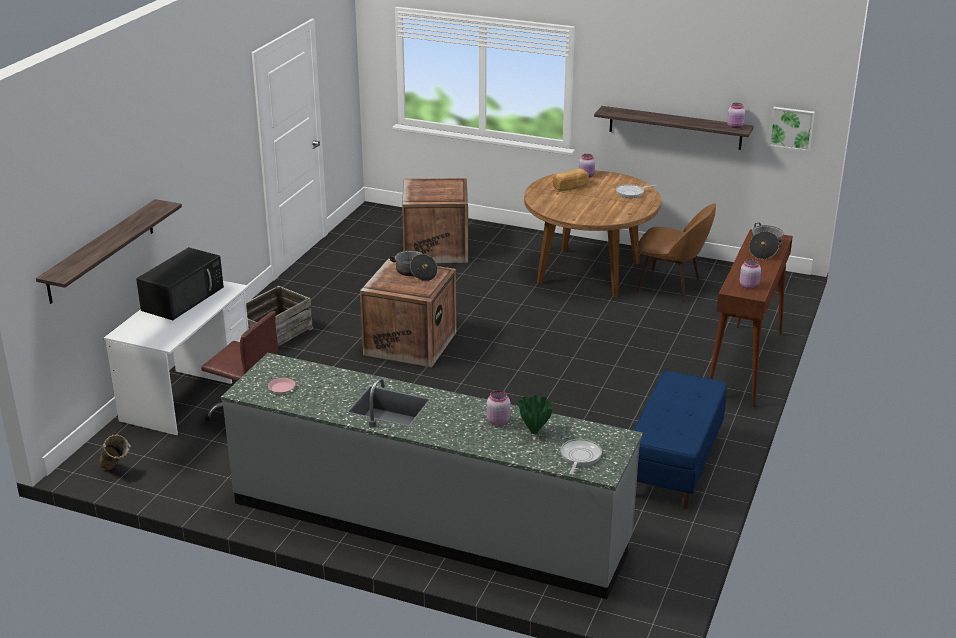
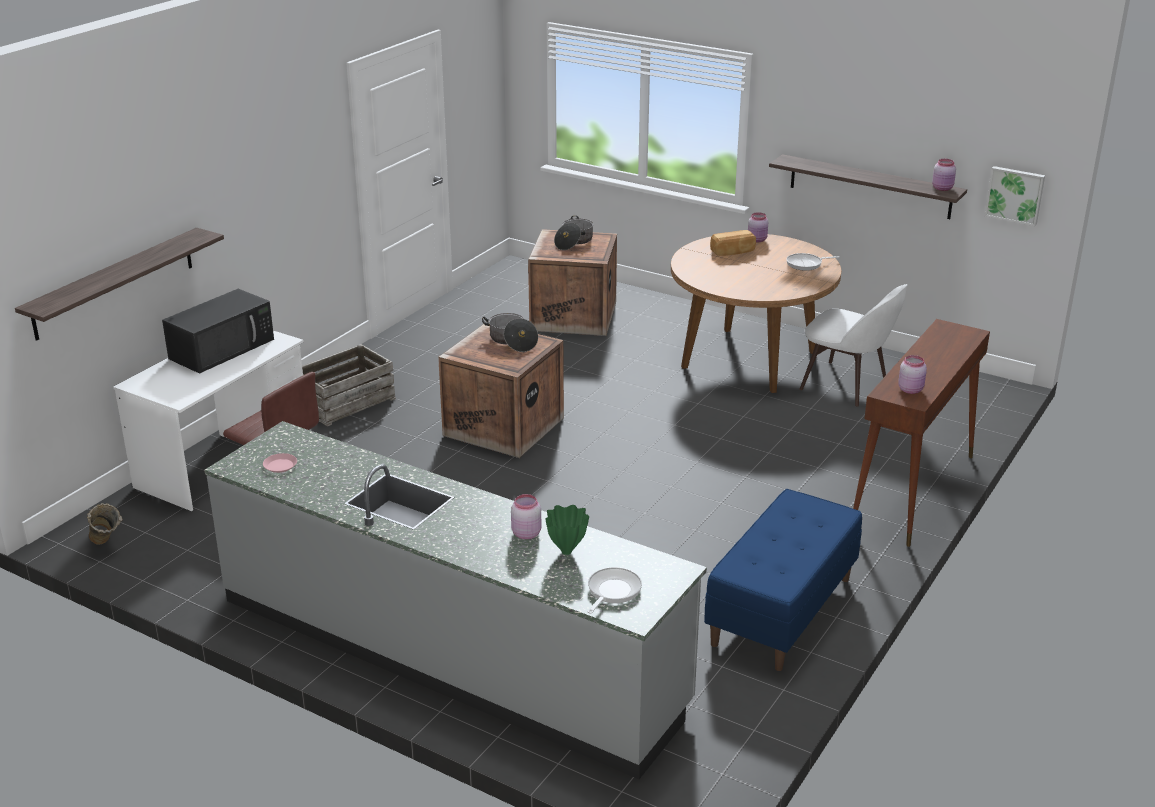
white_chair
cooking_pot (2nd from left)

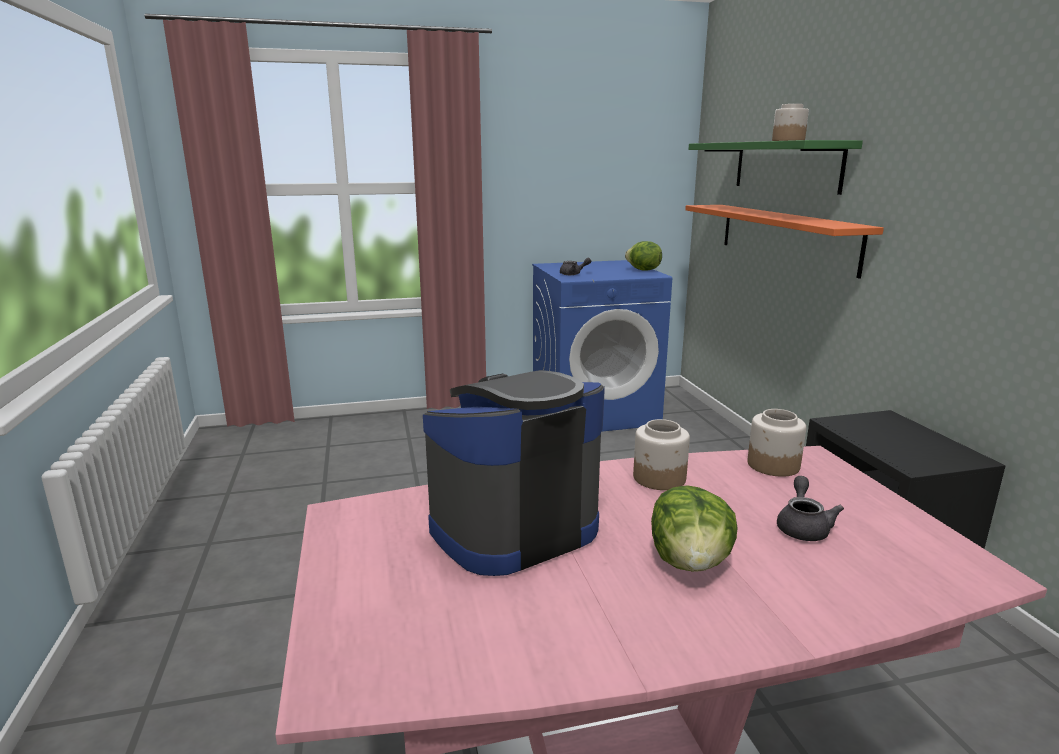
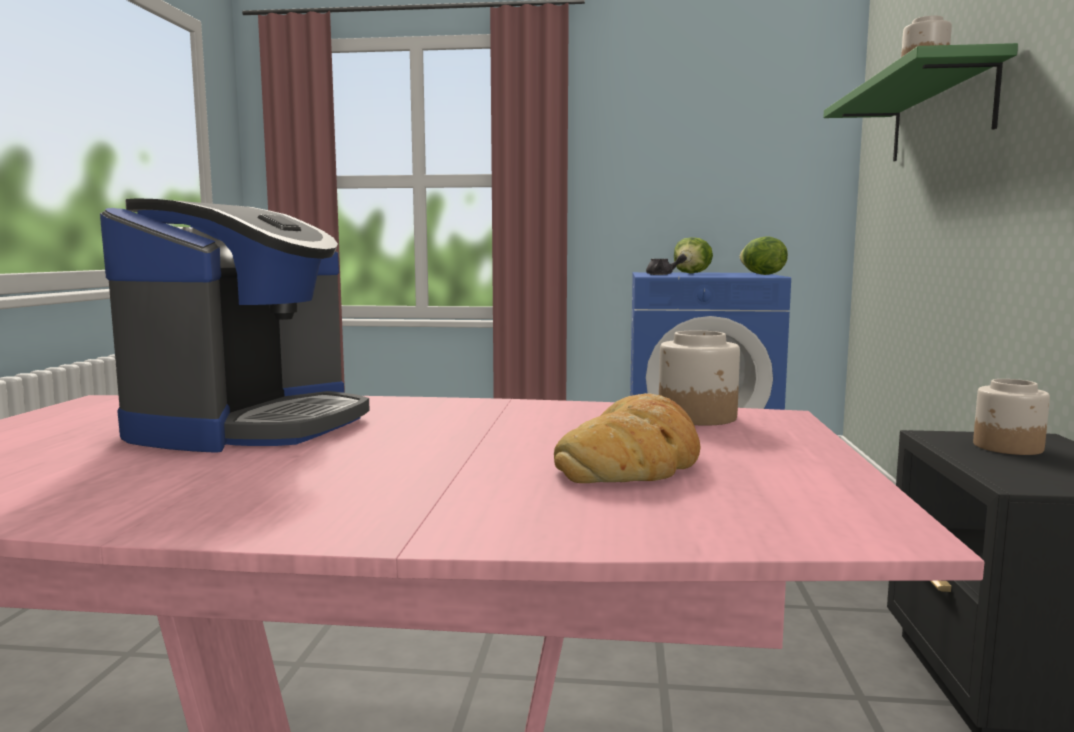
coffee_machine
jar (3rd from left)
lettuce (1st from left)
orange_shelf
bread

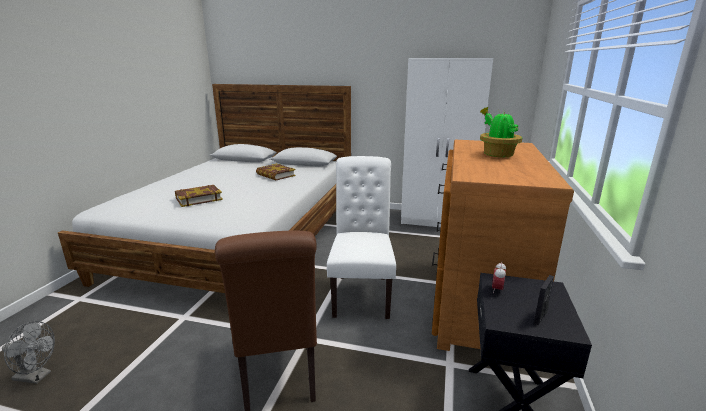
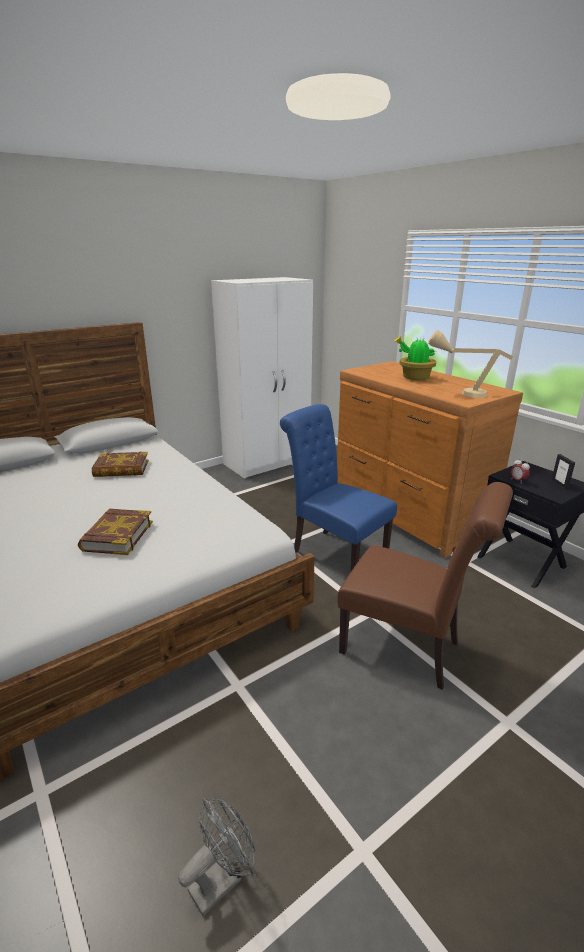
blue_chair
beige_table_lamp

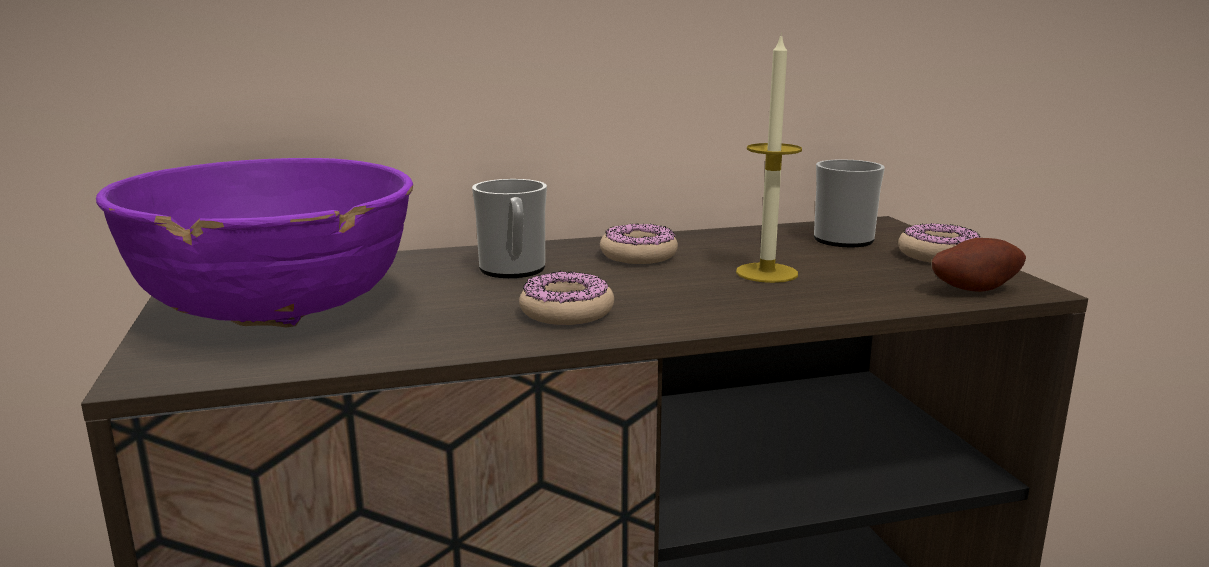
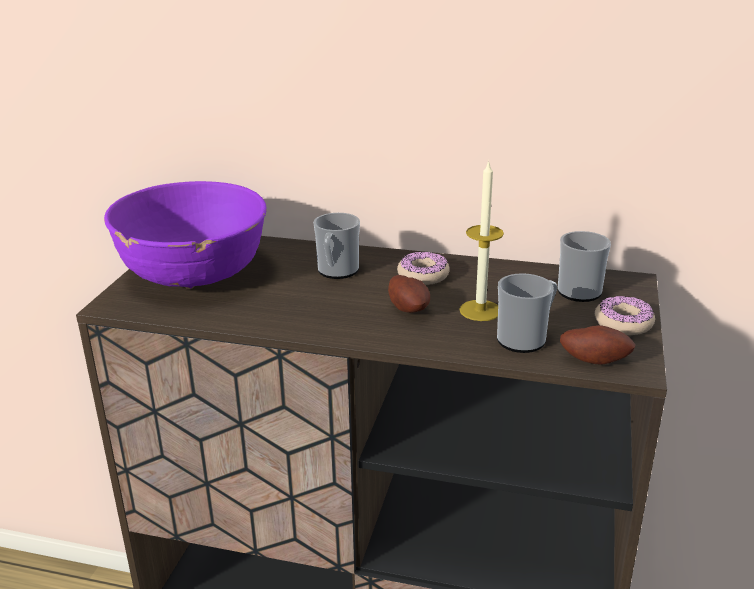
donut (1st from left in the first image)
potato (1st from left)
mug (2nd from left)

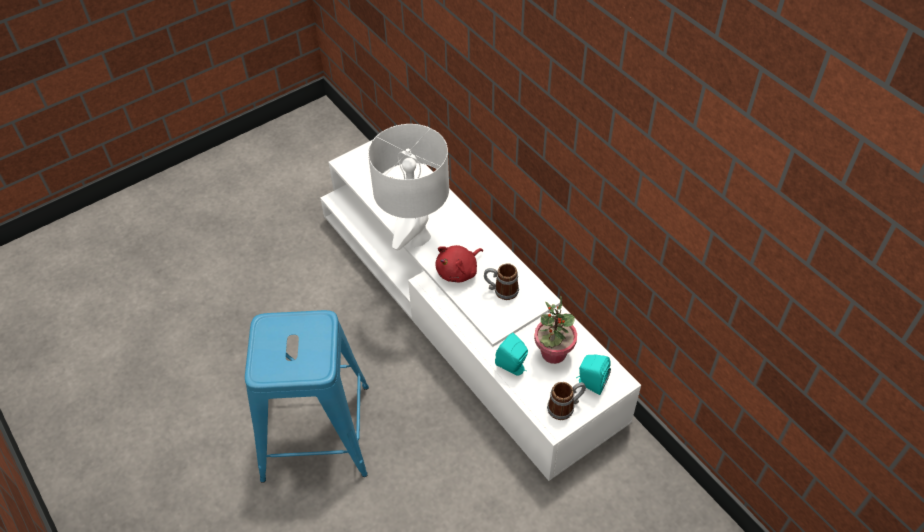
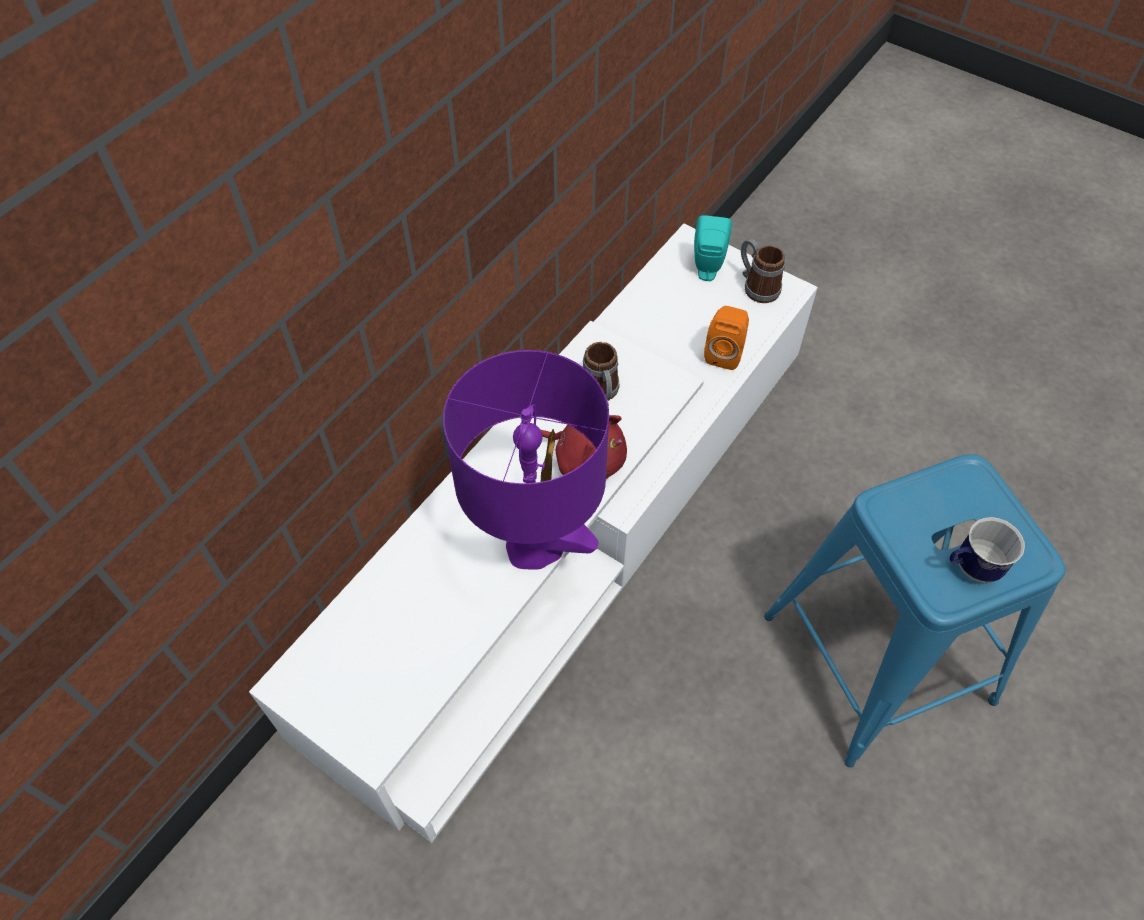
purple_table_lamp
orange_speaker
potted_plant
mug (3rd from left)

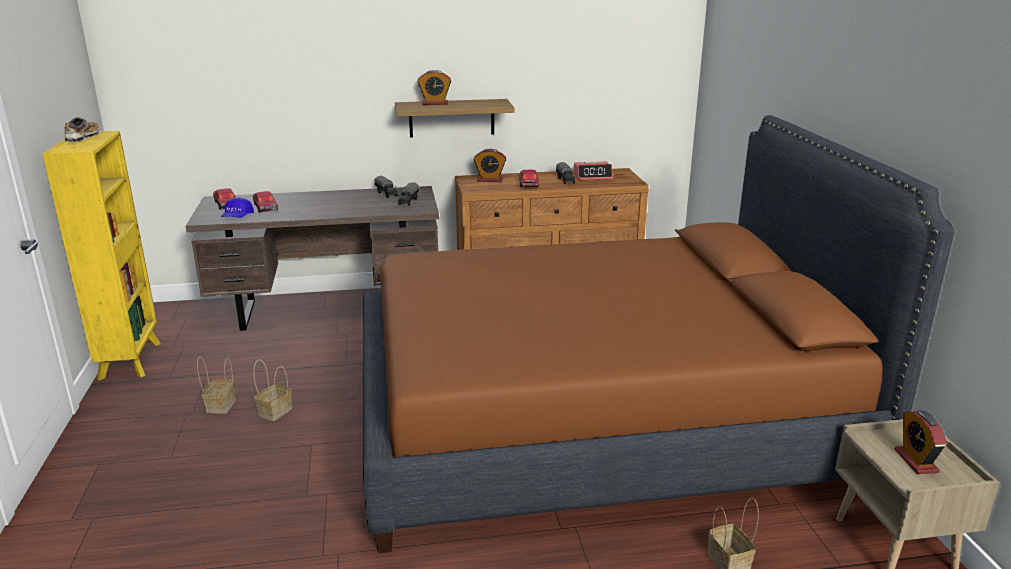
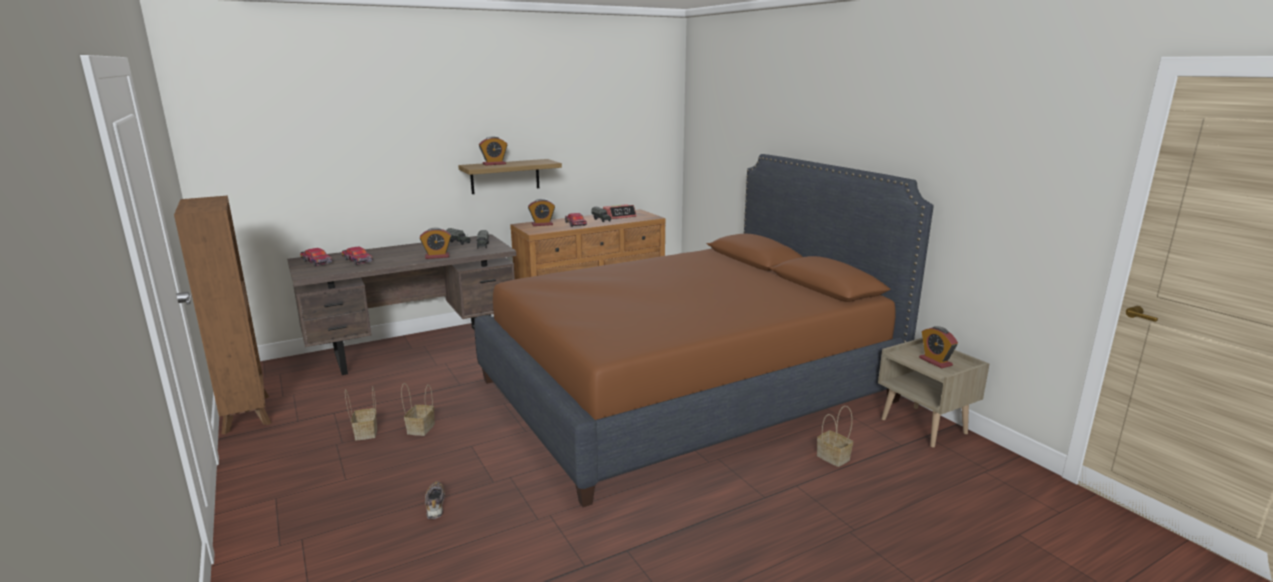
brown_bookcase
shoe
blue_cap
alarm_clock (1st from left)

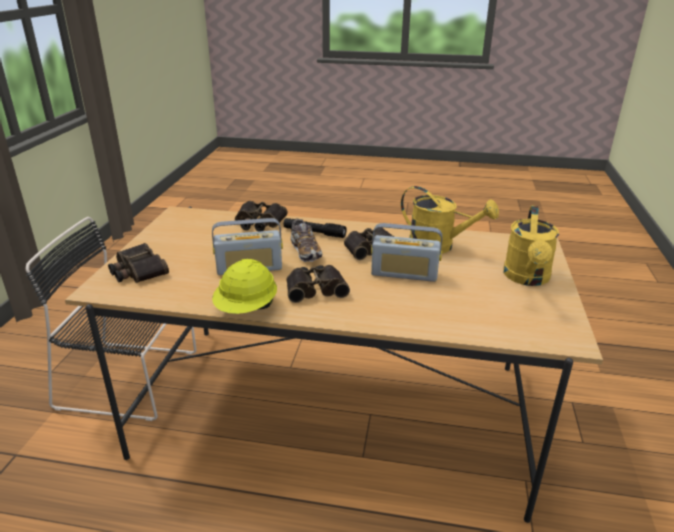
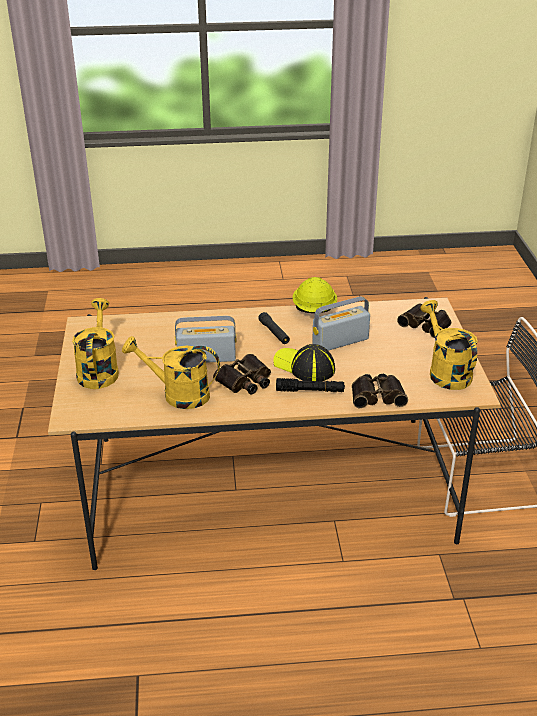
black_flashlight (1st from left)
cap
yellow_watering_can (3rd from left)

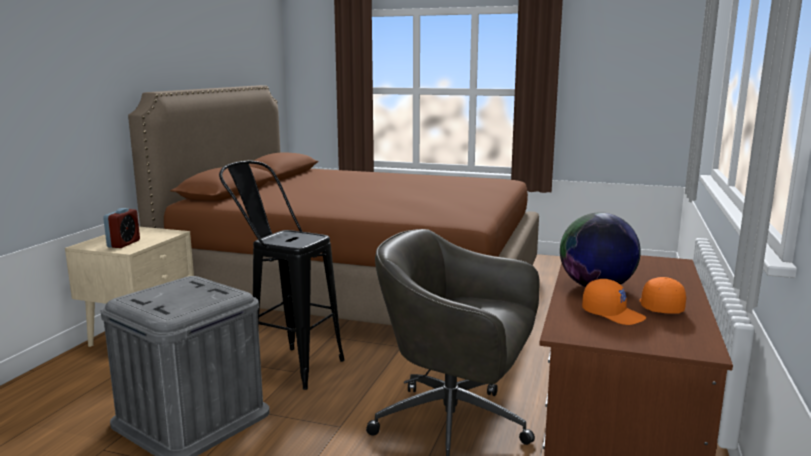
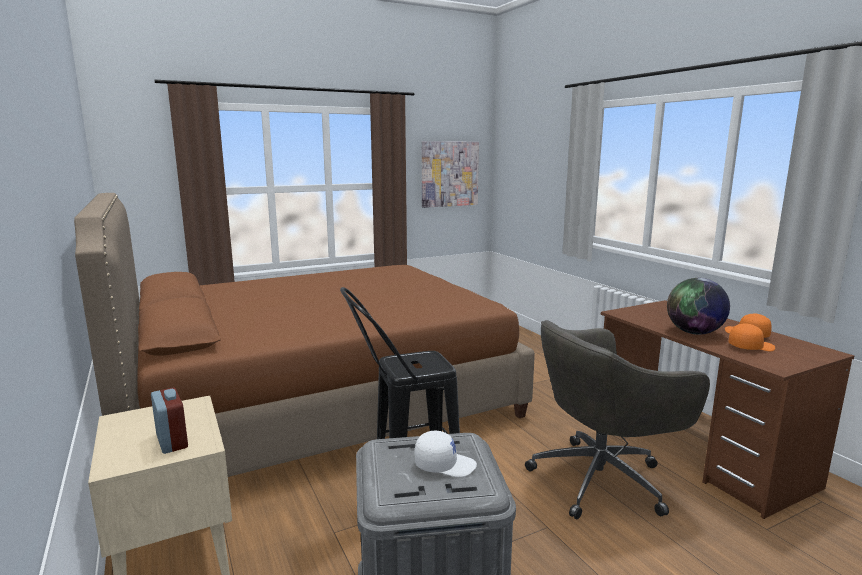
white_cap
picture

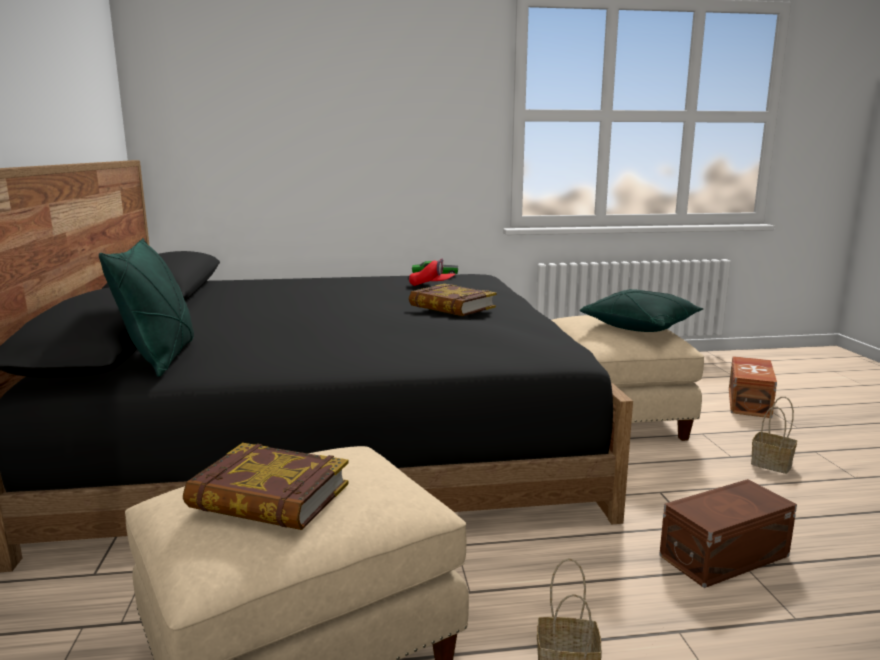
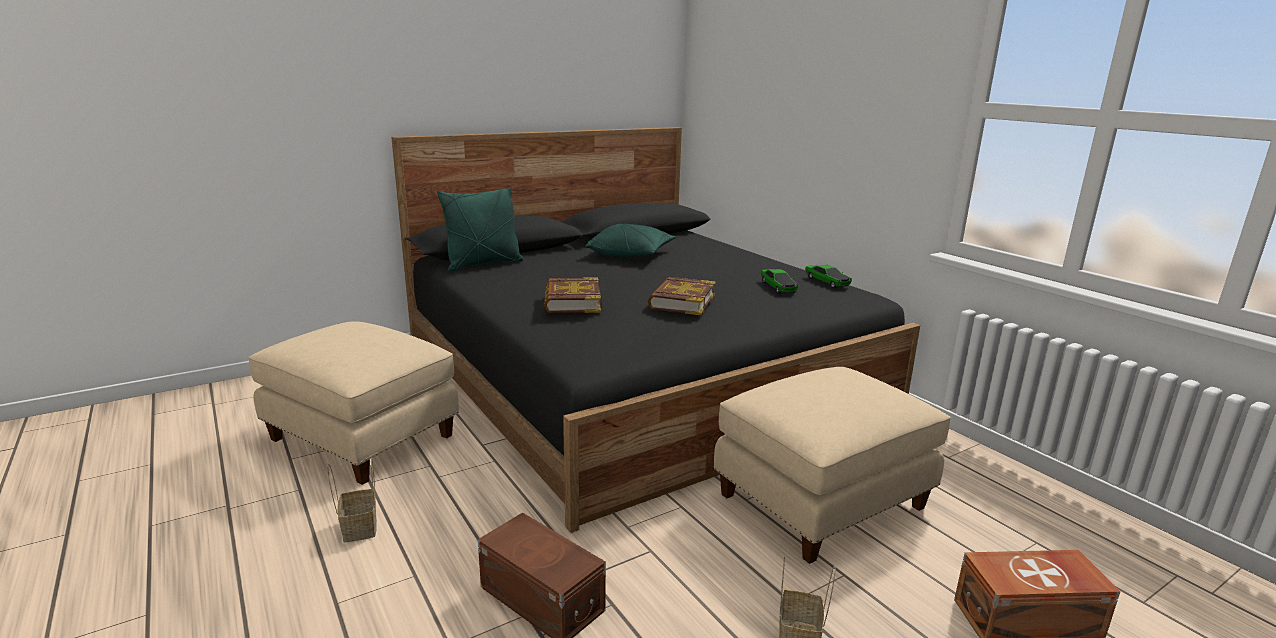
book (1st from left)
toy_car (1st from left)
green_pillow (2nd from left)

